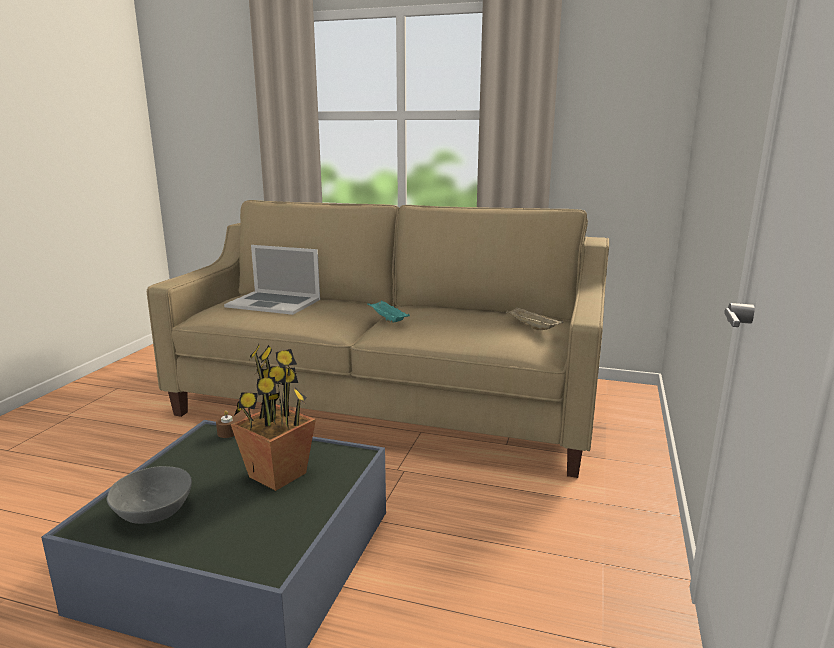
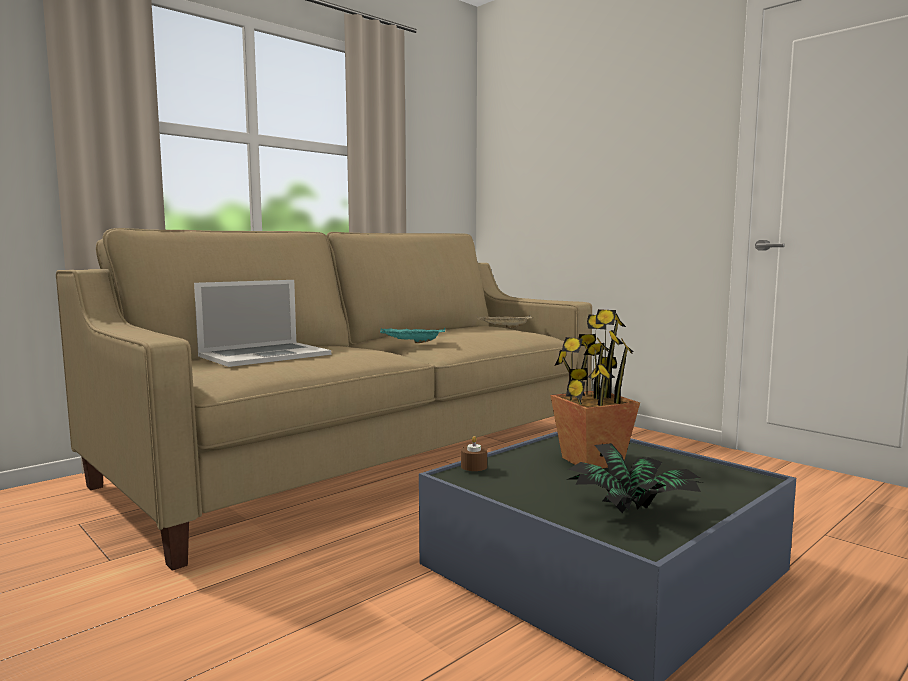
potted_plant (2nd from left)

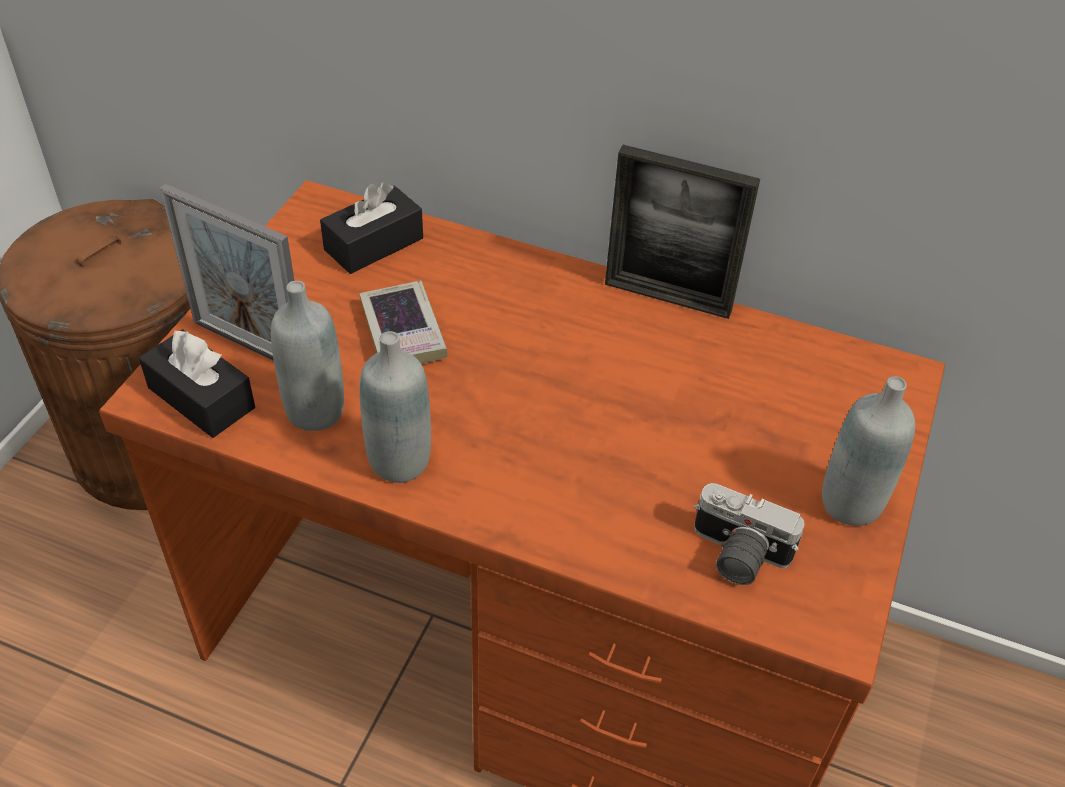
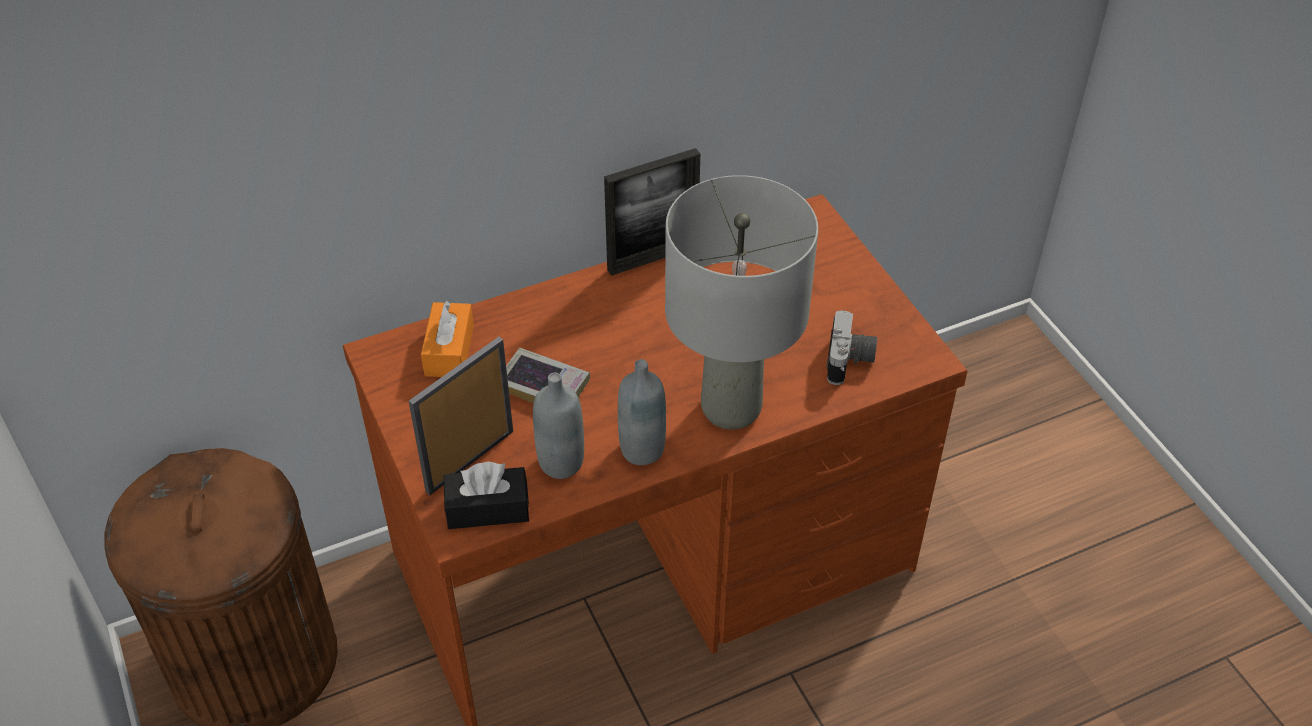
picture_frame (1st from left)
orange_tissue_box
photo_camera
grey_bottle (3rd from left in the first image)
grey_table_lamp

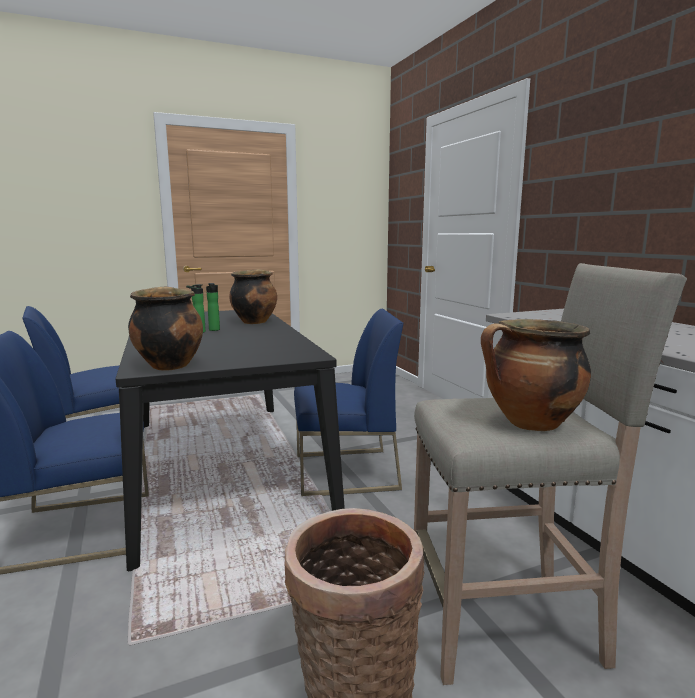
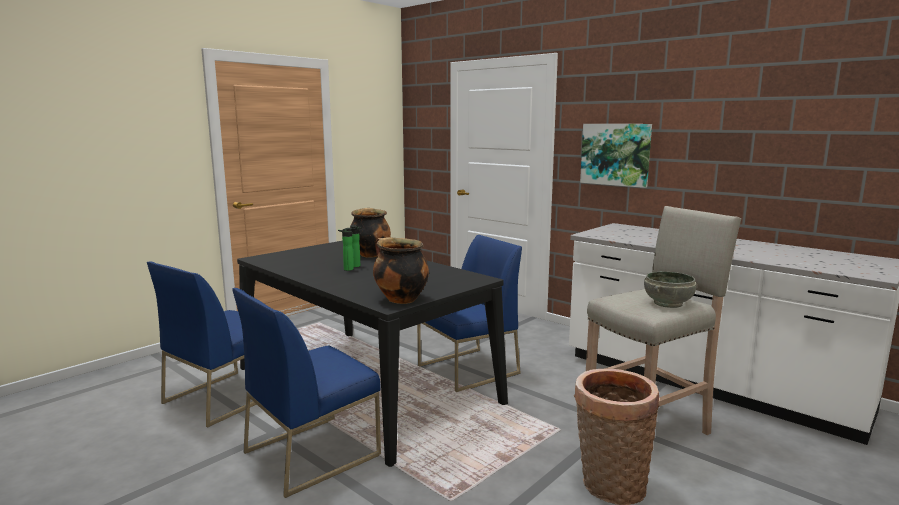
grey_bowl
picture

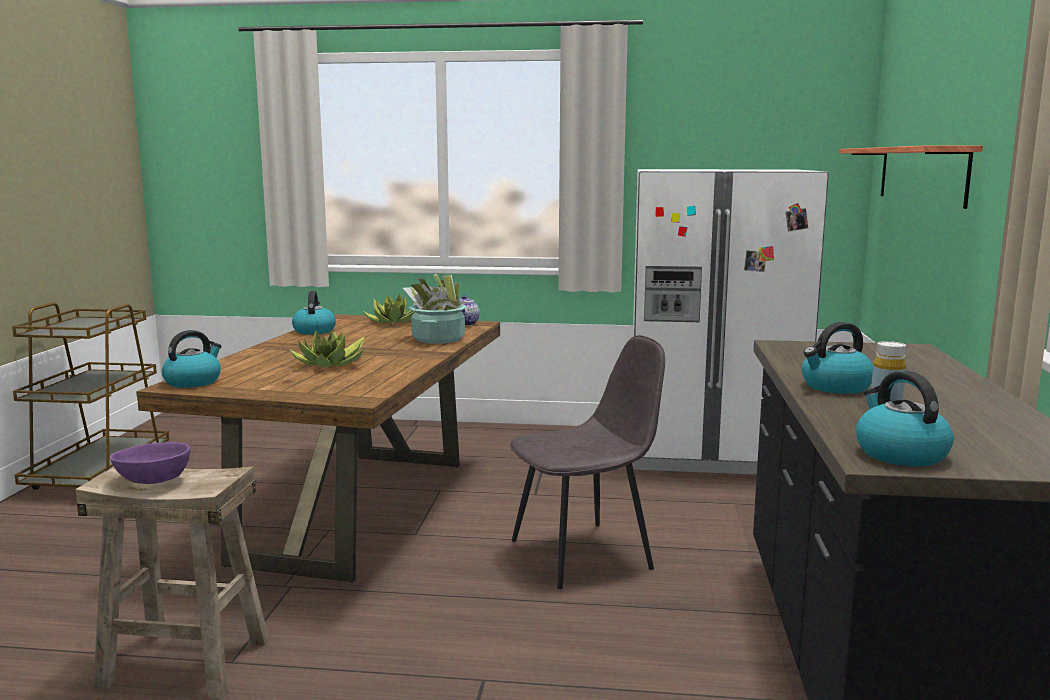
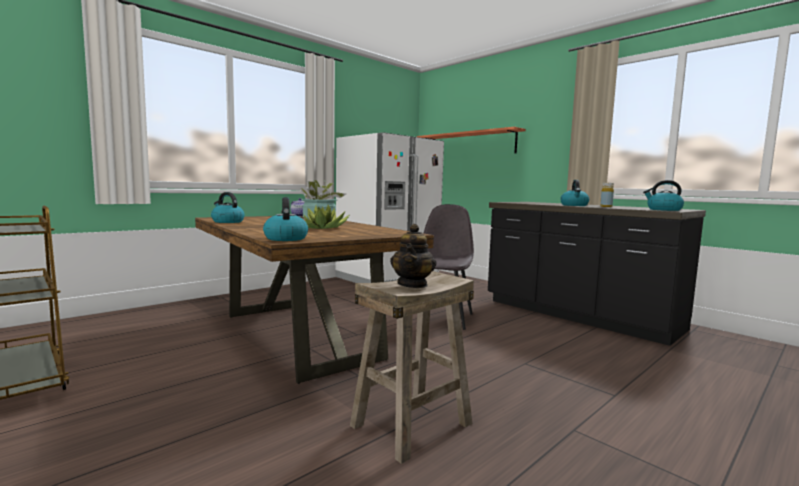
teapot (2nd from left)
potted_plant (2nd from left in the first image)

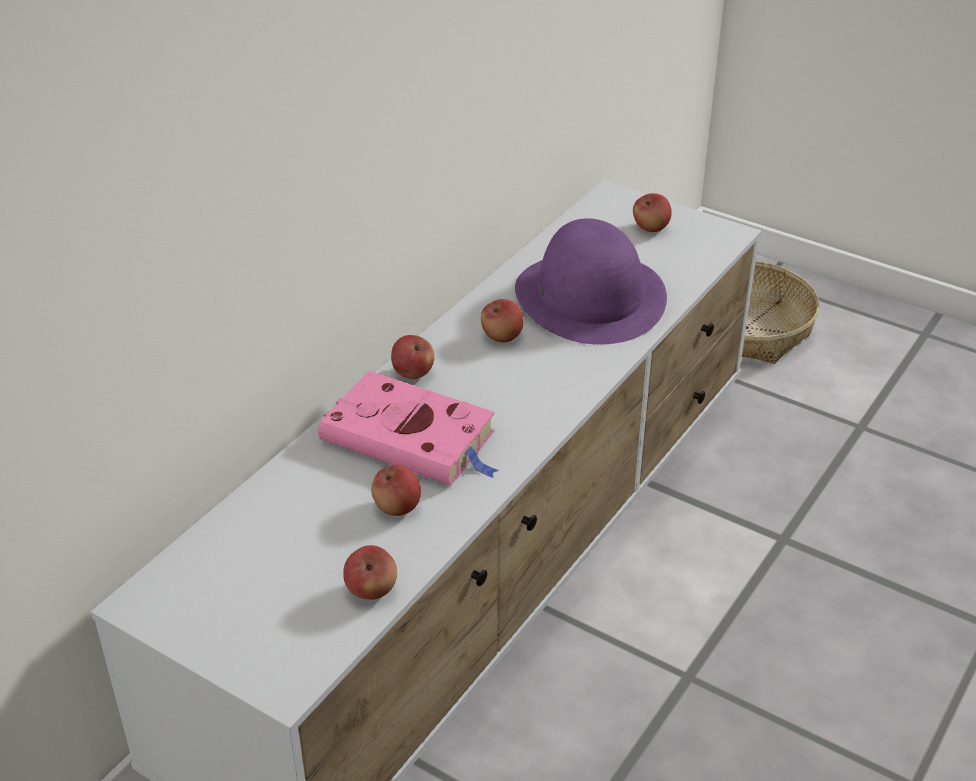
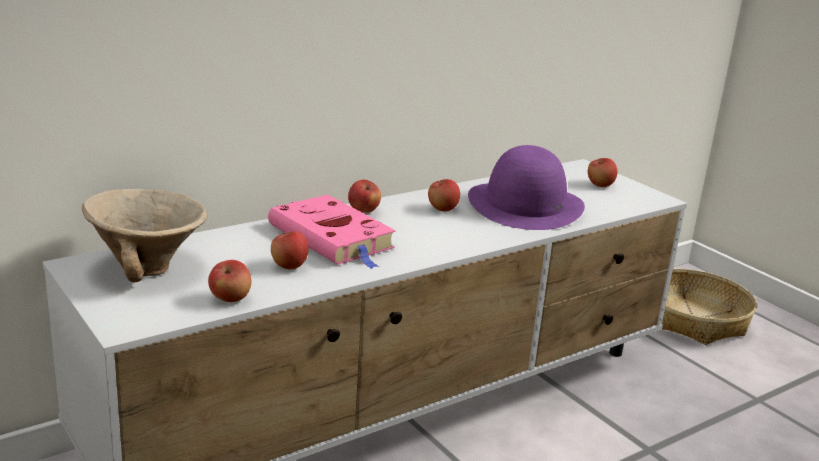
beige_bowl

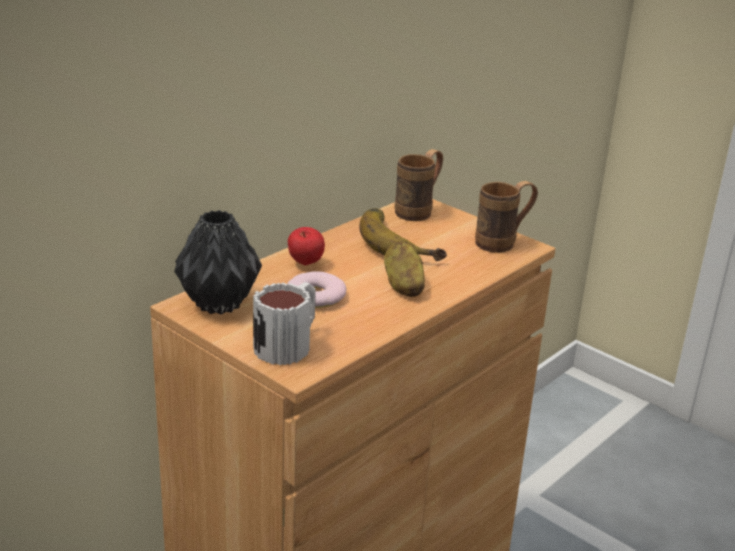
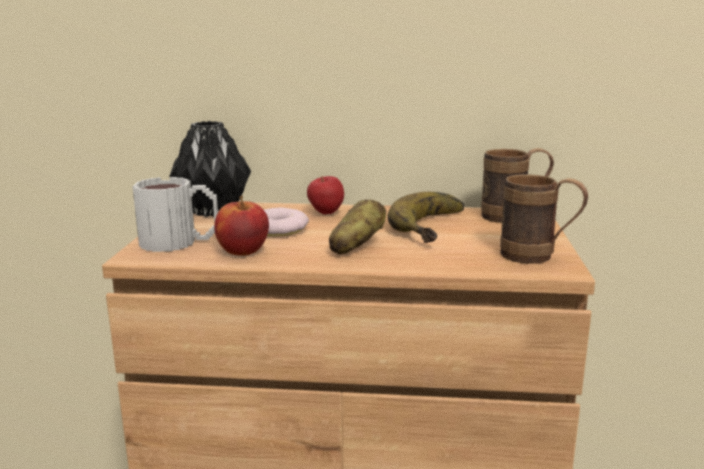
apple (1st from left)

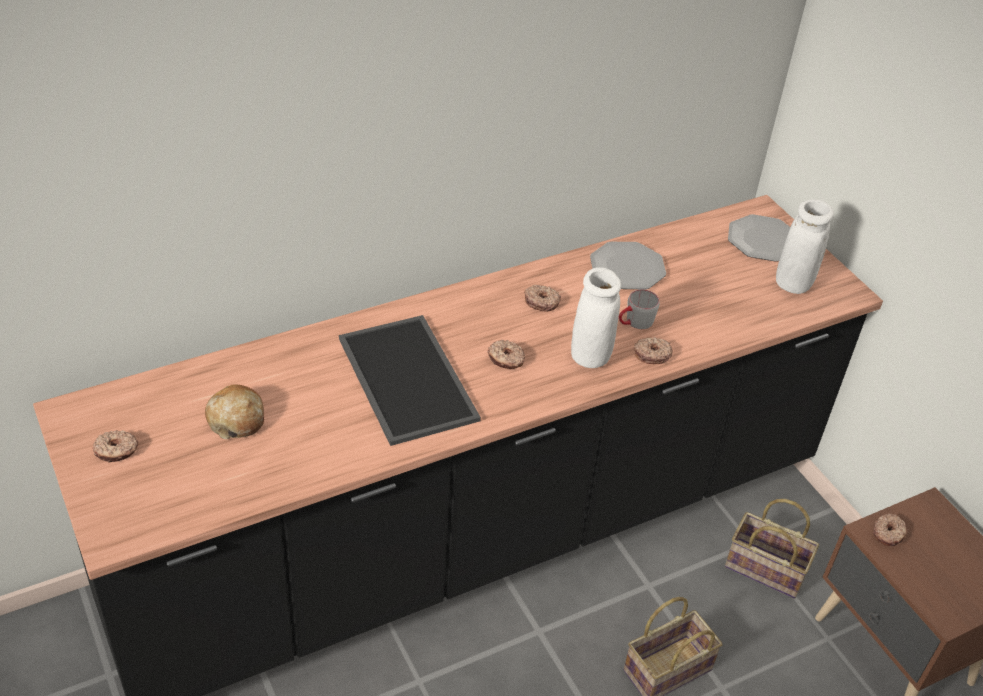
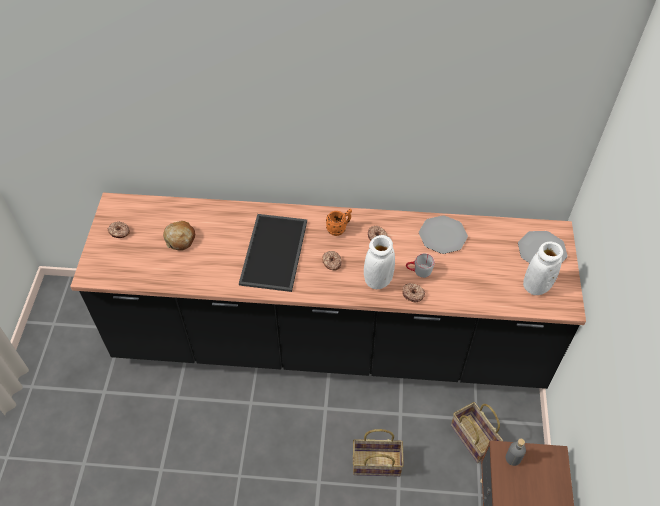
grey_bottle
orange_mug

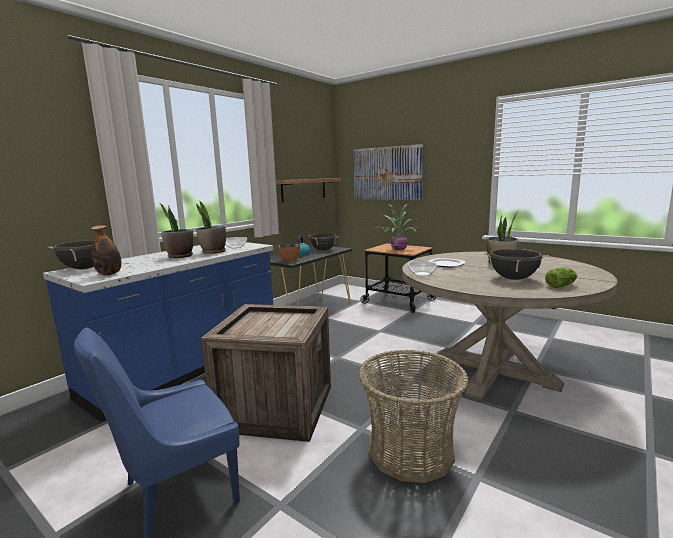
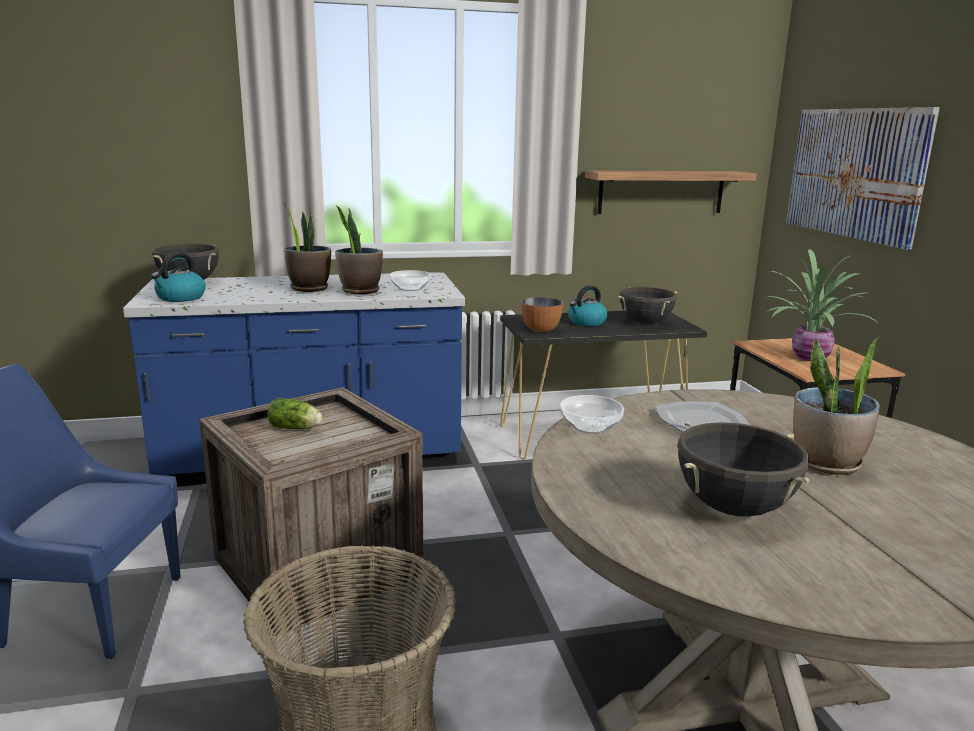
kettle (1st from left)
lettuce

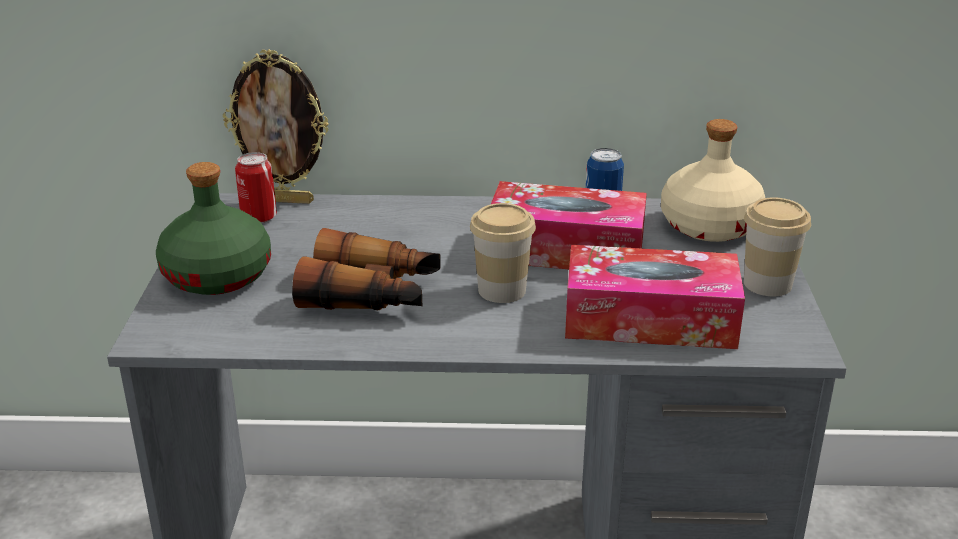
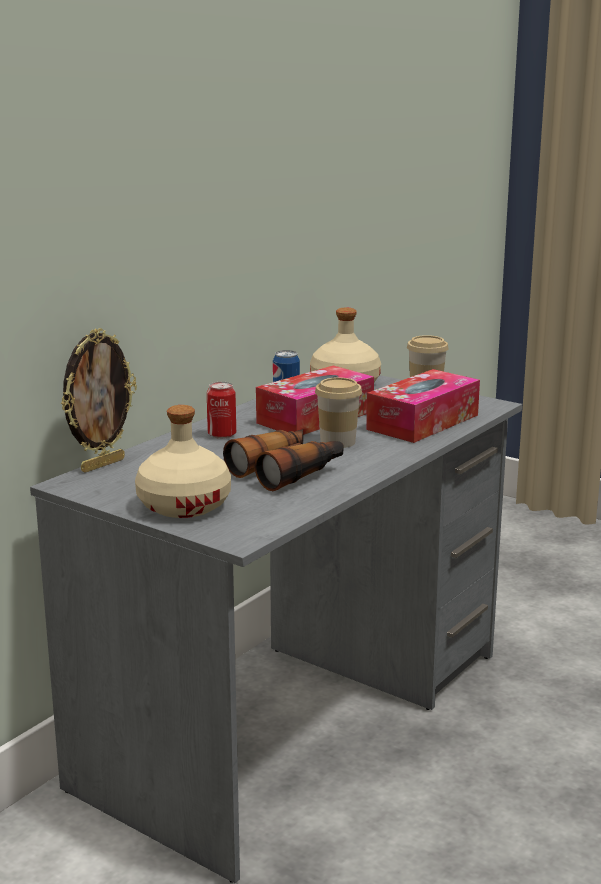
beige_bottle (1st from left)
can (1st from left)

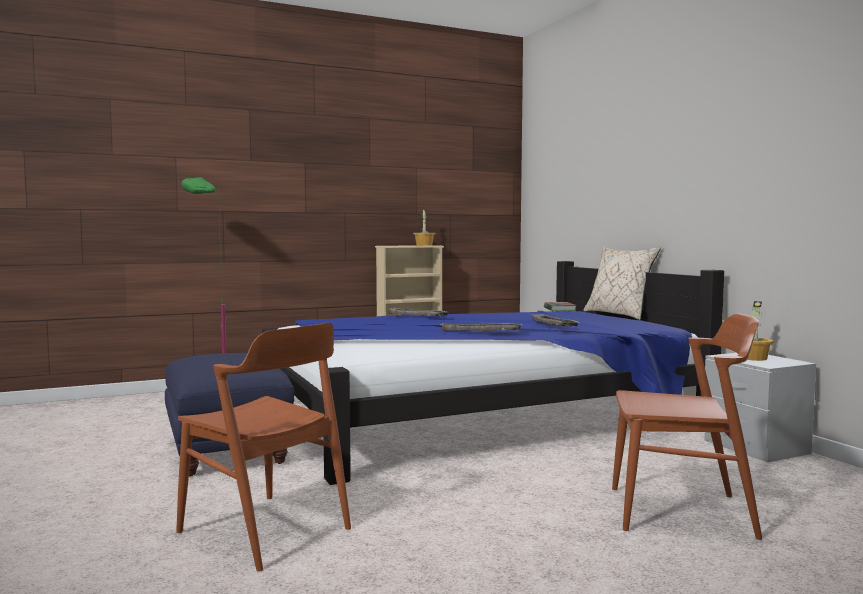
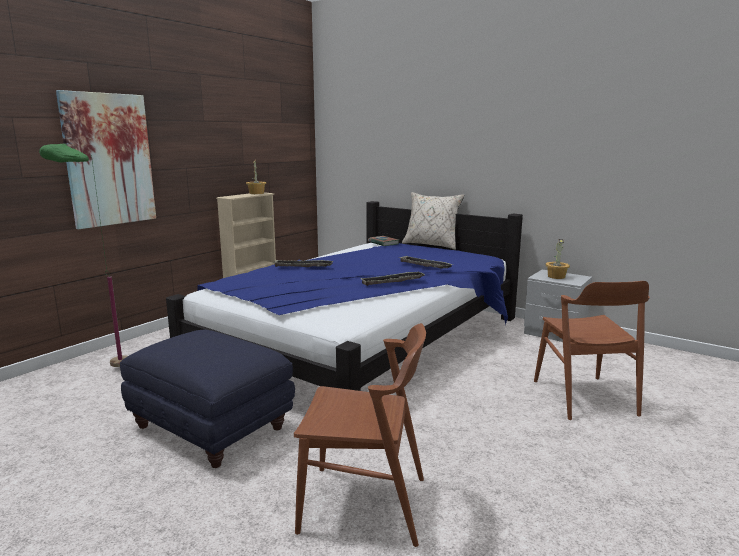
brown_chair (2nd from left)
picture

